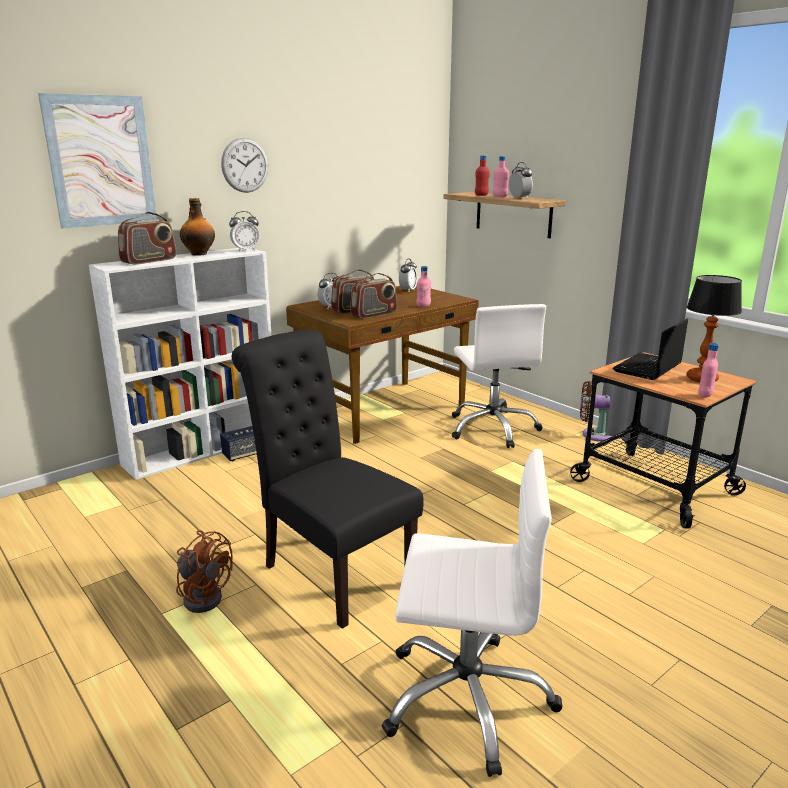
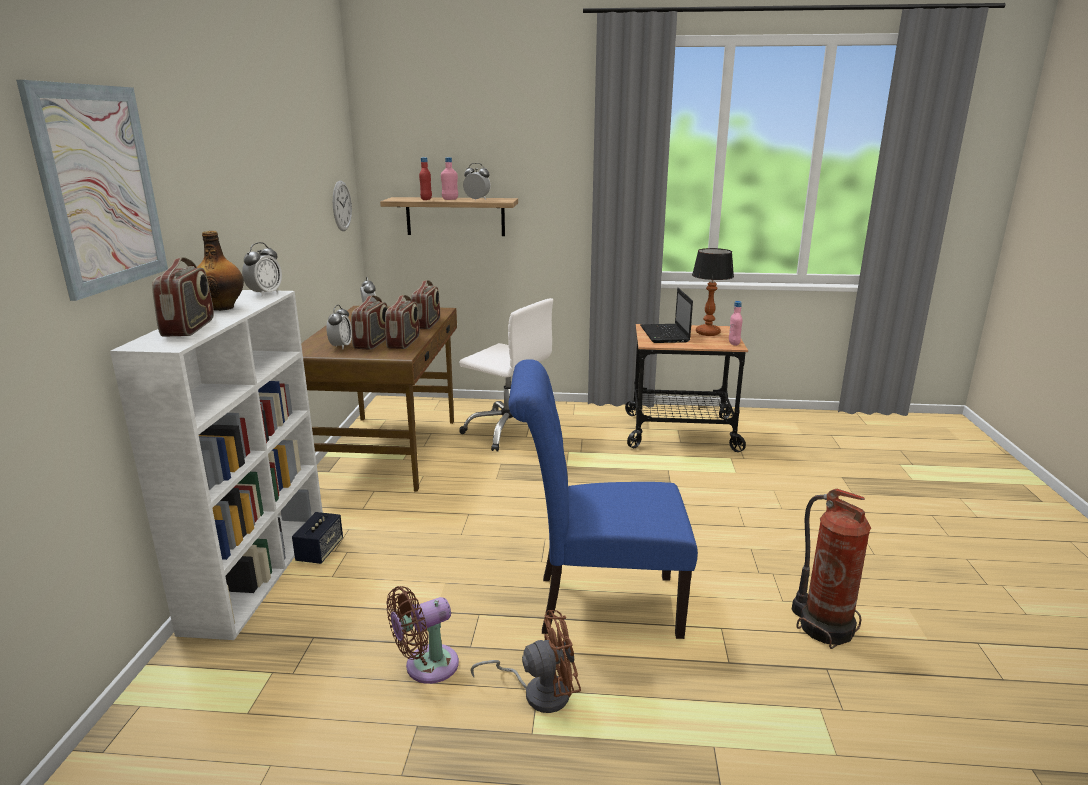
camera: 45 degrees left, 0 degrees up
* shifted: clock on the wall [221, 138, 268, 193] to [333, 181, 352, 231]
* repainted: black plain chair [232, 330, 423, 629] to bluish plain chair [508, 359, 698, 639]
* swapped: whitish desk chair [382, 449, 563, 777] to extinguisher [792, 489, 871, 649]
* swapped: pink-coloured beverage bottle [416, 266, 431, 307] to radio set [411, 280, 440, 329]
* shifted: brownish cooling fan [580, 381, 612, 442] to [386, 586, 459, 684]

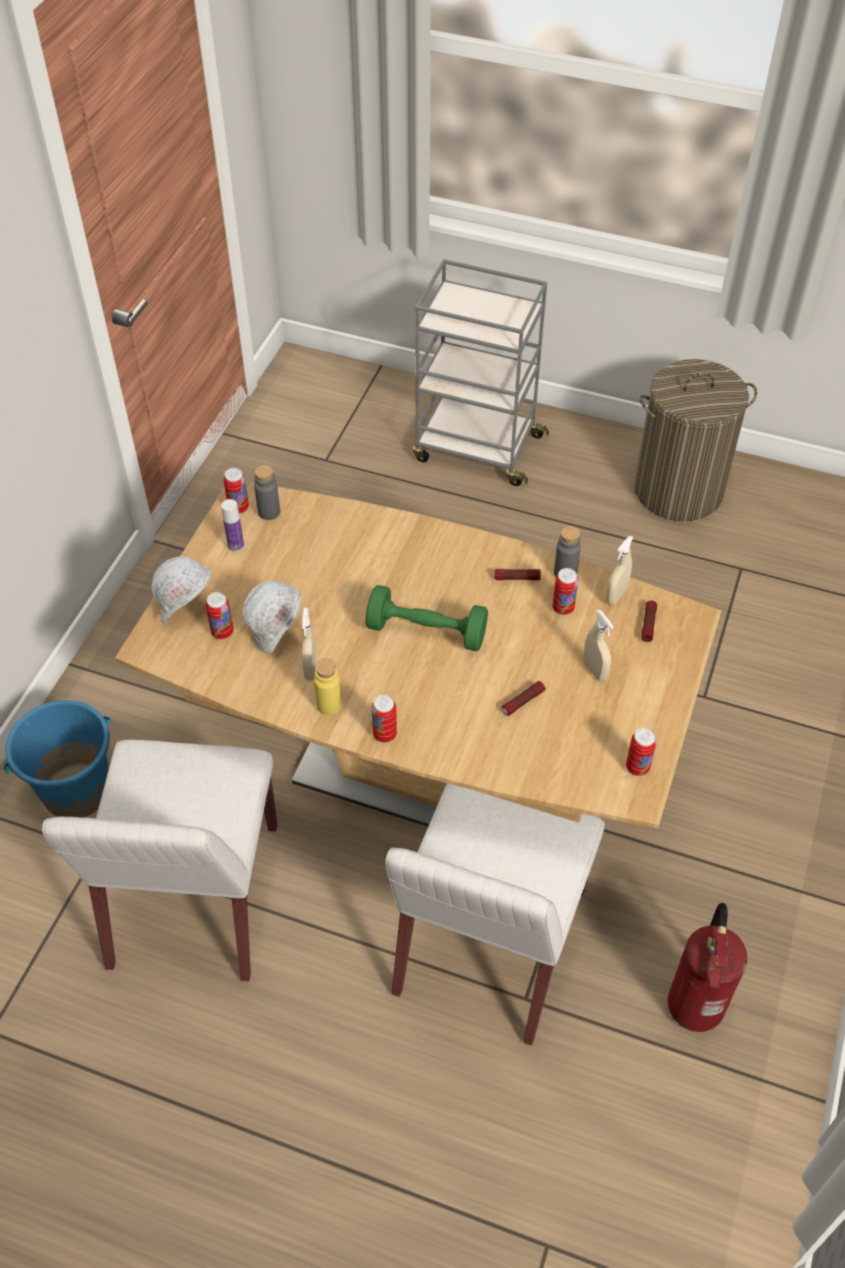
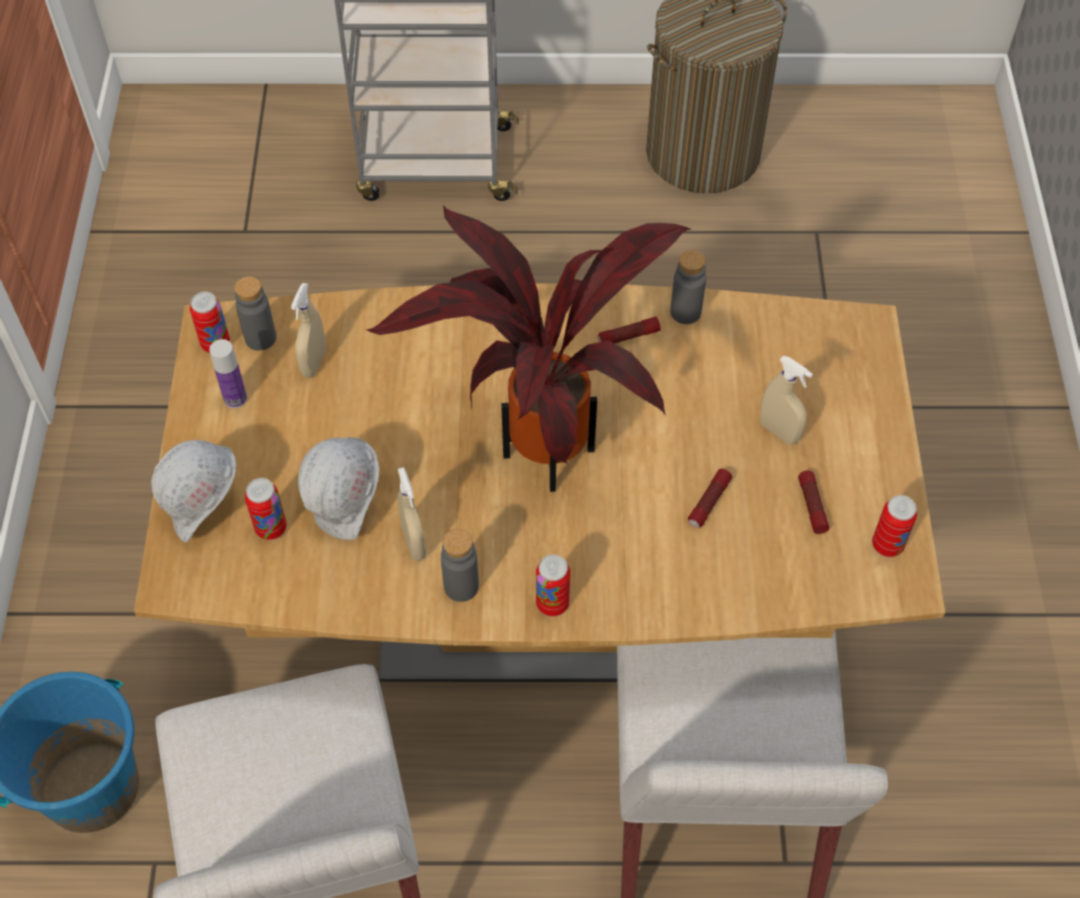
camera: 20 degrees left, 5 degrees up
* repainted: yellow-coloured beverage bottle [314, 658, 342, 715] to grey beverage bottle [441, 529, 479, 602]
* swapped: greenish hand weight [366, 585, 488, 651] to plant in a pot [367, 205, 691, 492]
* gone: metal can [552, 568, 578, 615]
* shifted: beige-coloured hand sprayer [606, 536, 633, 605] to [291, 283, 326, 378]
* shifted: hand torch [641, 600, 657, 642] to [798, 470, 829, 534]
* gone: extinguisher [668, 903, 747, 1032]

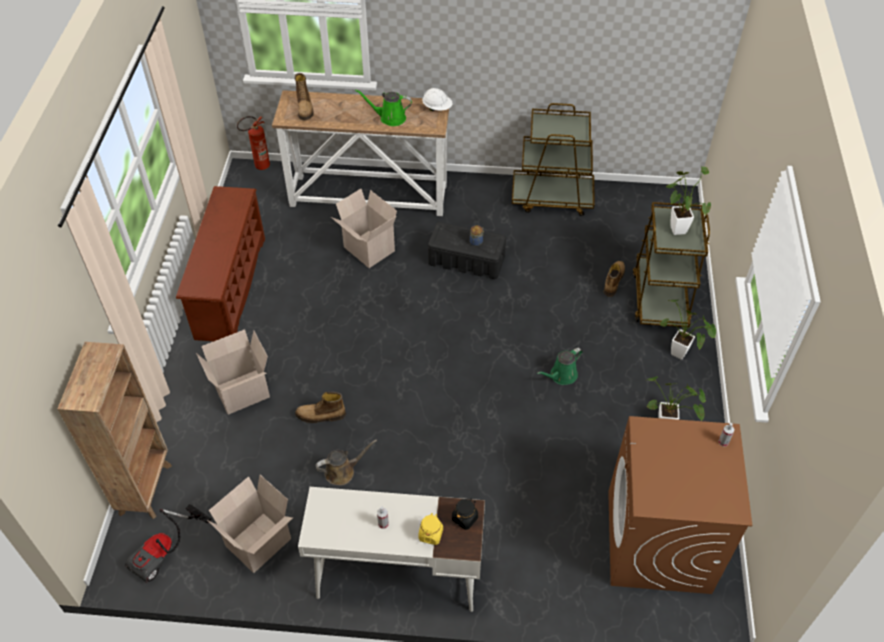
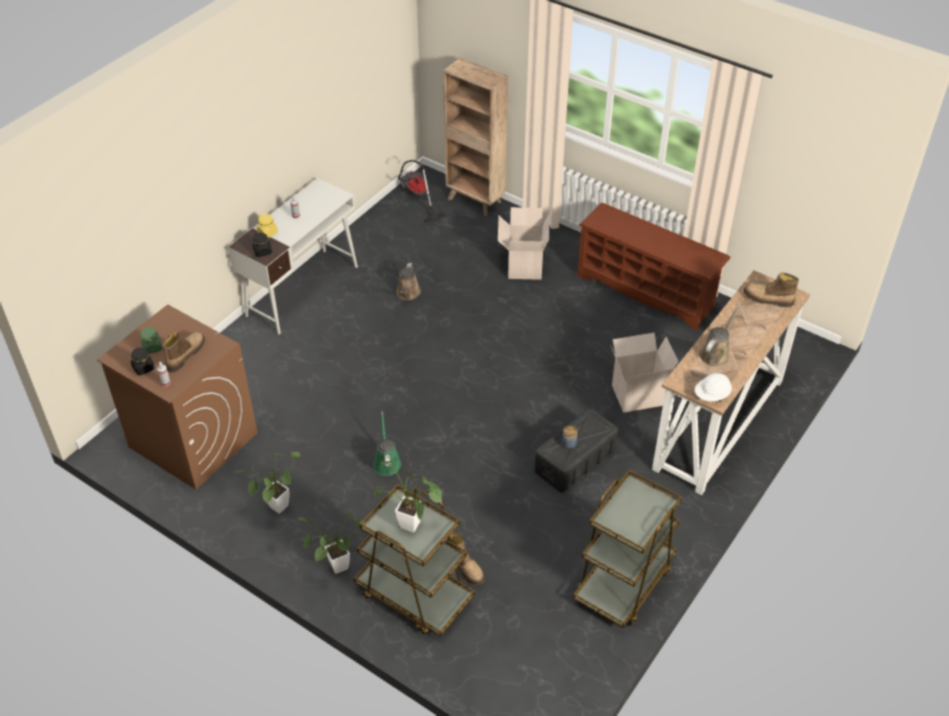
camera: 120 degrees right, 5 degrees down
* gone: packing box [207, 475, 293, 573]
* gone: extinguisher [237, 116, 270, 170]
* shifted: boot [295, 392, 346, 423] to [163, 332, 205, 372]
* repainted: greenish watering can [355, 89, 412, 126] to brownish watering can [699, 304, 741, 366]
* new: black preserve jar [131, 347, 155, 376]
* new: greenish preserve jar [140, 327, 162, 354]

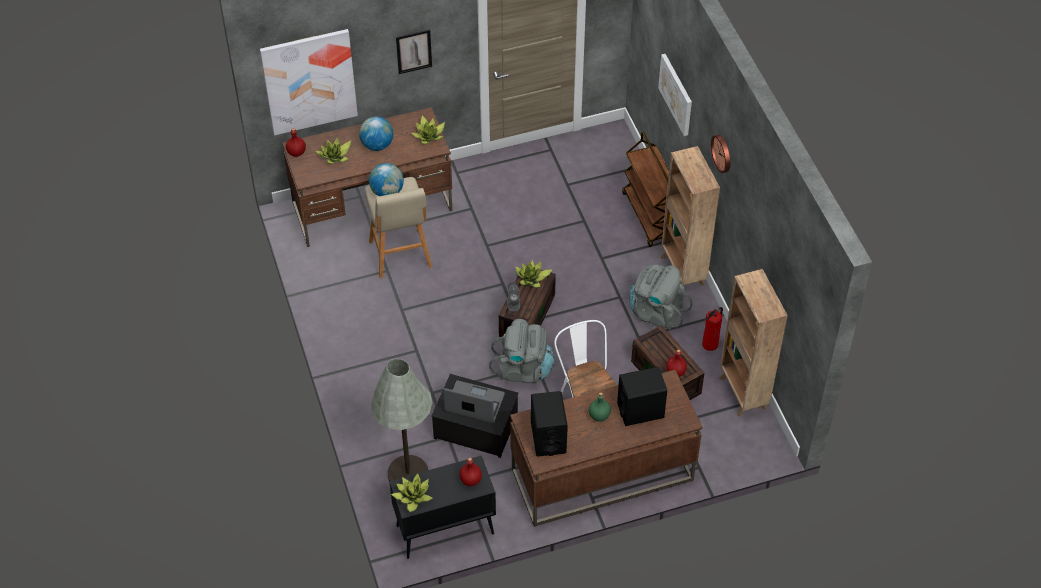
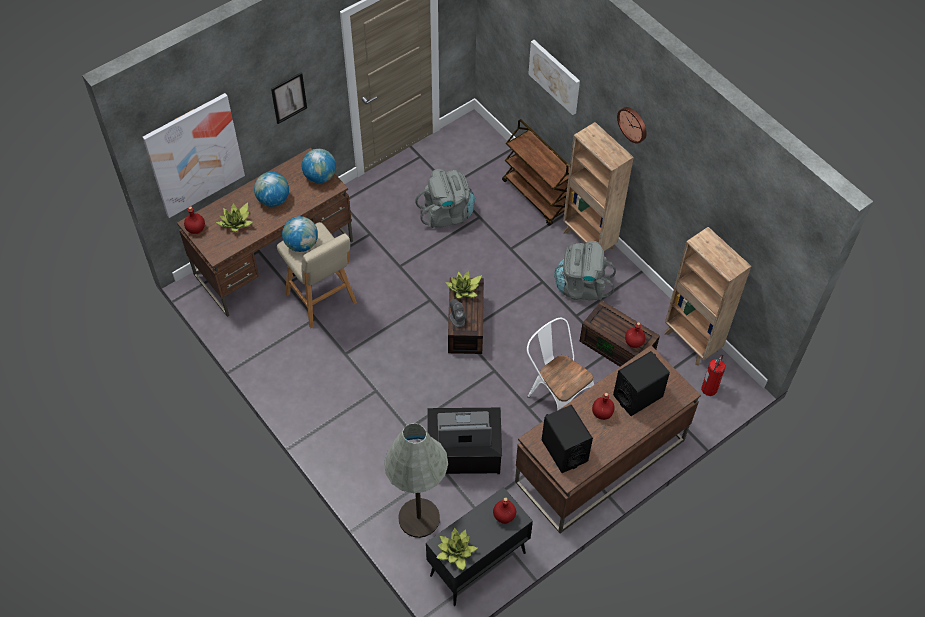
camera: 20 degrees left, 5 degrees up
* swapped: plant in a pot [411, 115, 445, 144] to globe [302, 149, 336, 183]
* shifted: grey backpack [489, 319, 555, 383] to [415, 169, 475, 228]
* repainted: greenish beverage bottle [589, 392, 611, 422] to reddish beverage bottle [592, 393, 614, 420]
* shifted: extinguisher [702, 307, 723, 351] to [701, 354, 726, 396]

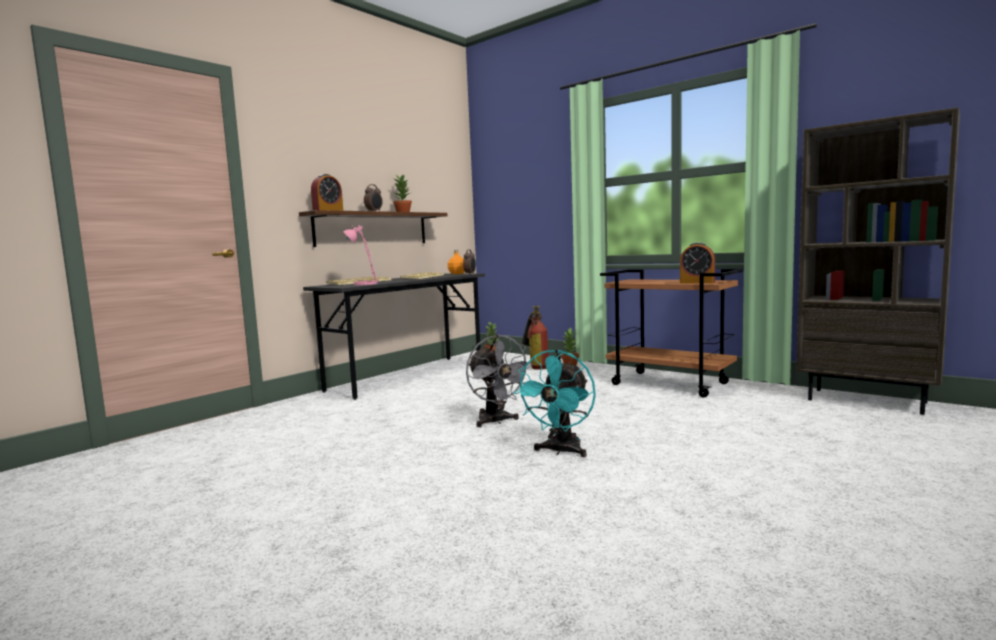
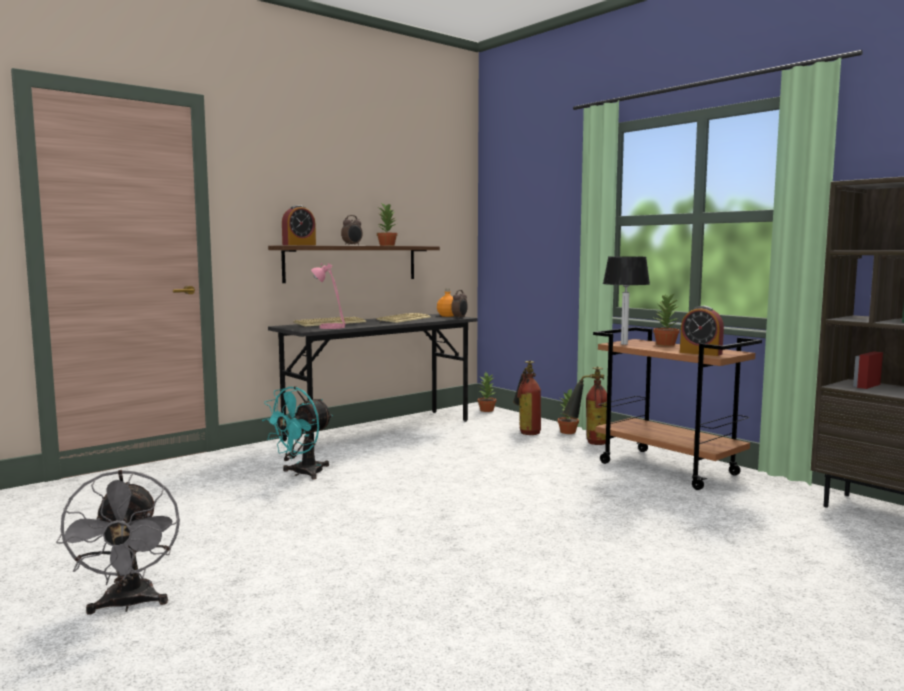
camera: 10 degrees right, 0 degrees up
* shifted: grey cooling fan [466, 334, 533, 427] to [56, 470, 180, 615]
* shifted: blue-green cooling fan [514, 349, 596, 457] to [262, 386, 333, 480]
* new: extinguisher [562, 366, 607, 445]
* new: table lamp [603, 256, 650, 345]
* new: plant in a pot [653, 294, 680, 346]

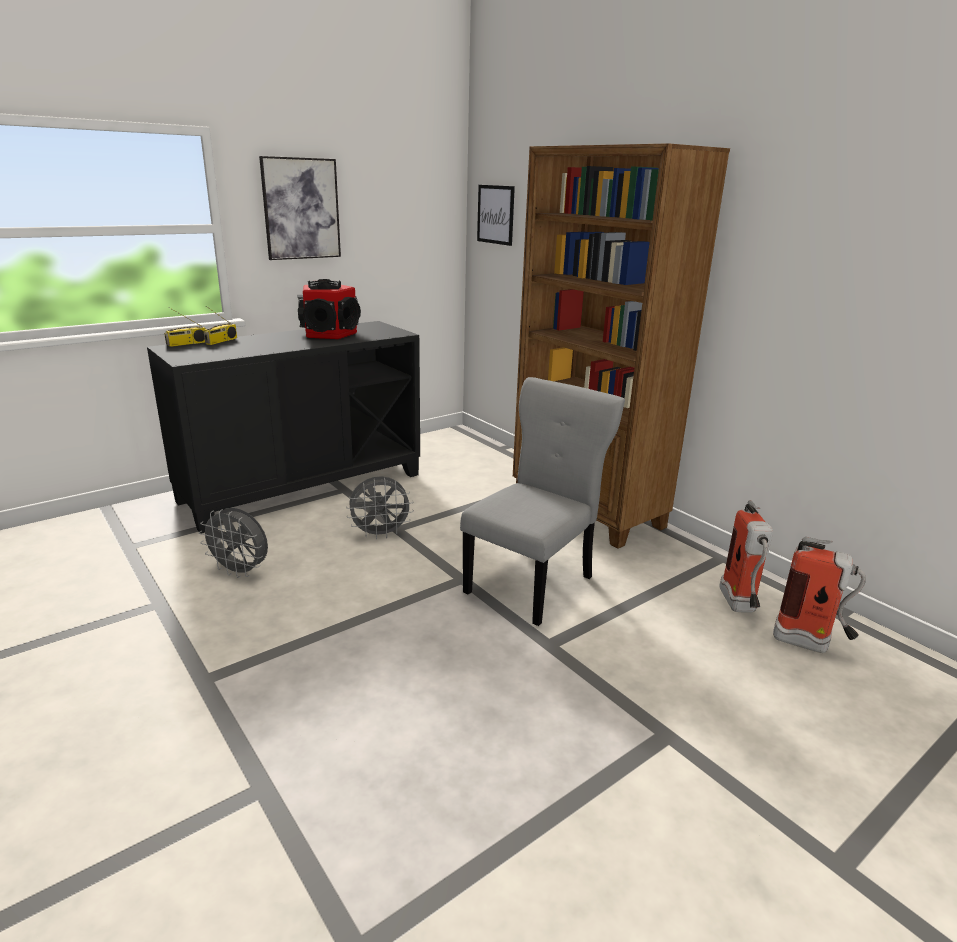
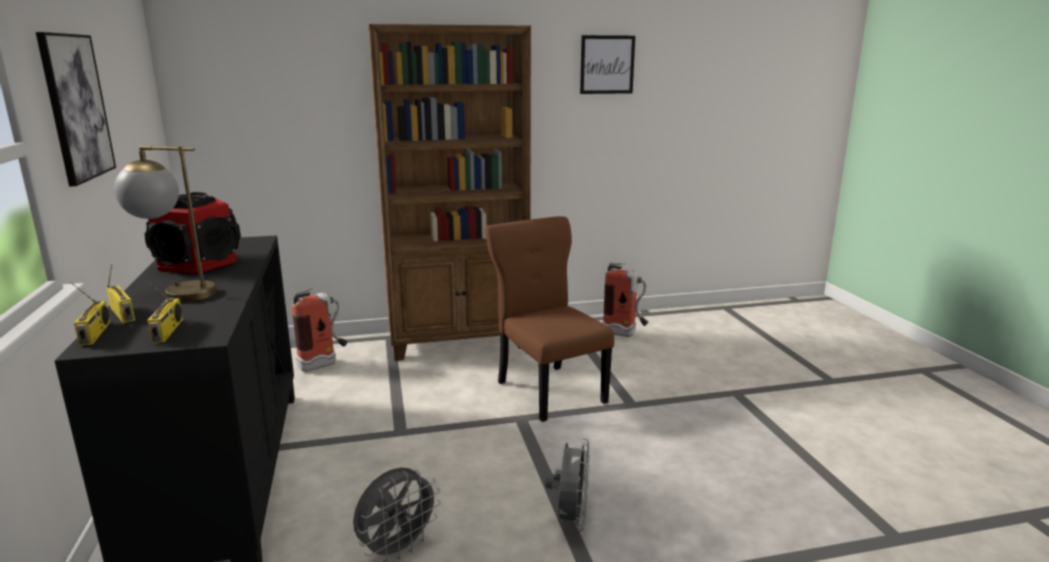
camera: 65 degrees left, 5 degrees down
* shifted: grey cooling fan [346, 476, 414, 539] to [545, 439, 590, 531]
* repainted: grey plain chair [460, 377, 625, 626] to brownish plain chair [485, 216, 614, 422]
* shifted: wall picture [477, 185, 515, 246] to [580, 35, 635, 94]
* shifted: extinguisher [773, 537, 866, 653] to [292, 287, 347, 372]
* new: table lamp [114, 146, 216, 302]
* new: radio set [145, 280, 183, 343]

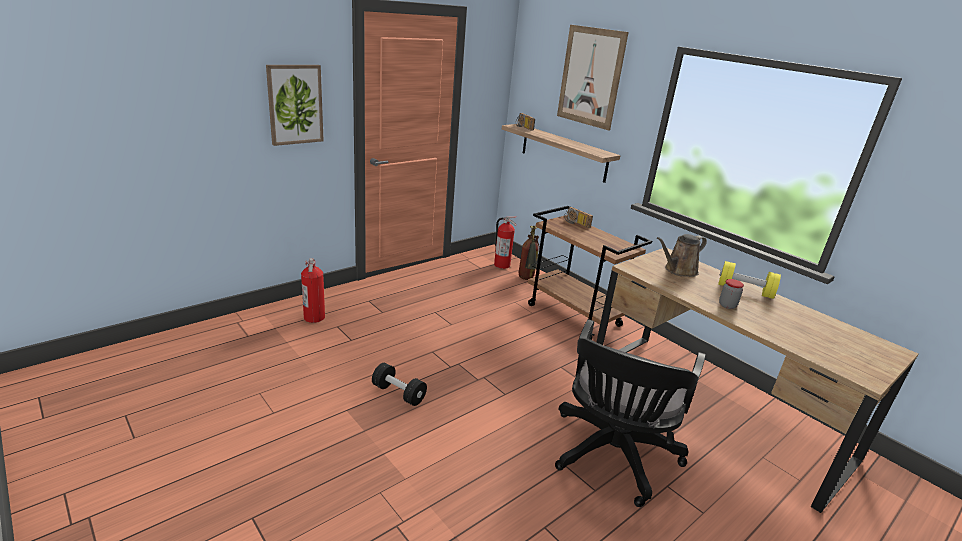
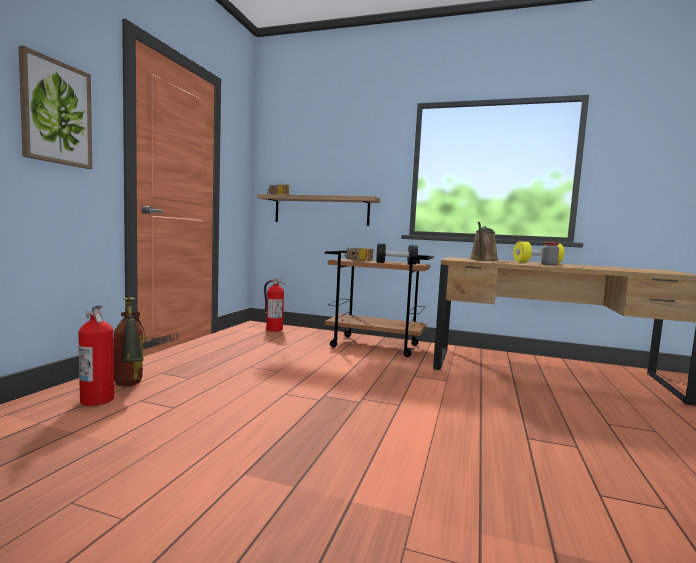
camera: 30 degrees left, 20 degrees down
* shifted: black hand weight [372, 363, 427, 406] to [376, 244, 418, 264]
* shifted: extinguisher [518, 226, 540, 280] to [114, 296, 146, 386]
* gone: black desk chair [555, 319, 706, 507]
* gone: wall picture [557, 25, 629, 130]

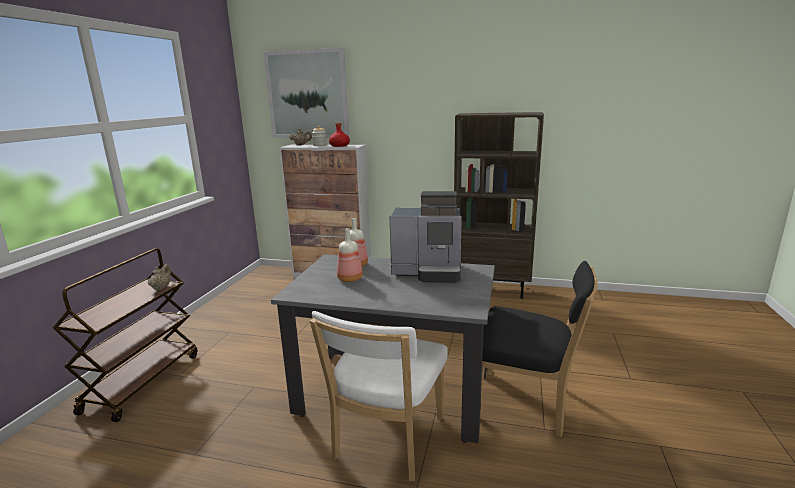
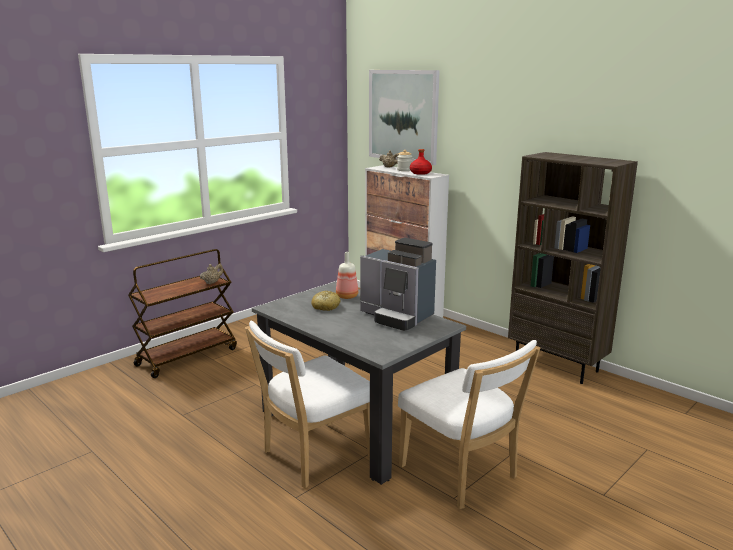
camera: 30 degrees right, 0 degrees up
* swapped: beverage bottle [337, 228, 363, 282] to bread [311, 291, 340, 311]
* repainted: black plain chair [481, 261, 598, 437] to whitish plain chair [398, 340, 540, 509]

